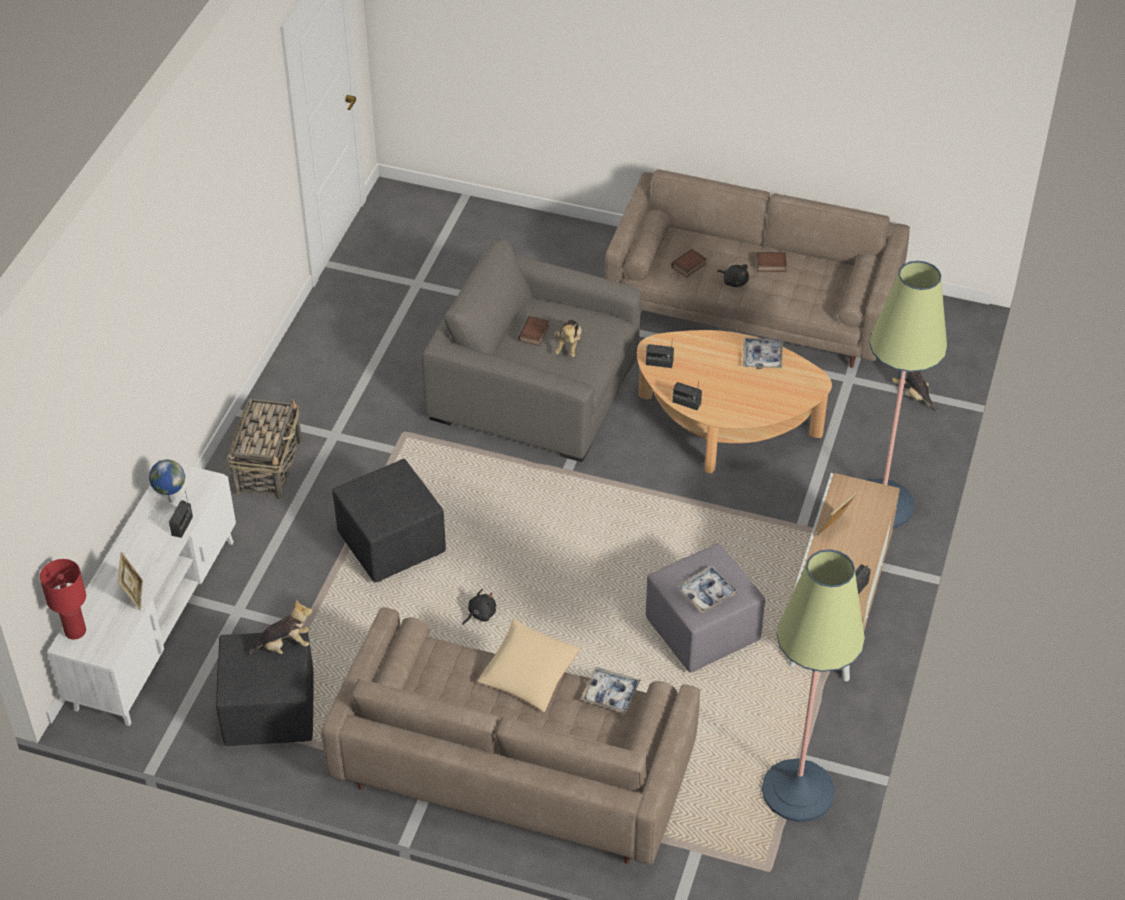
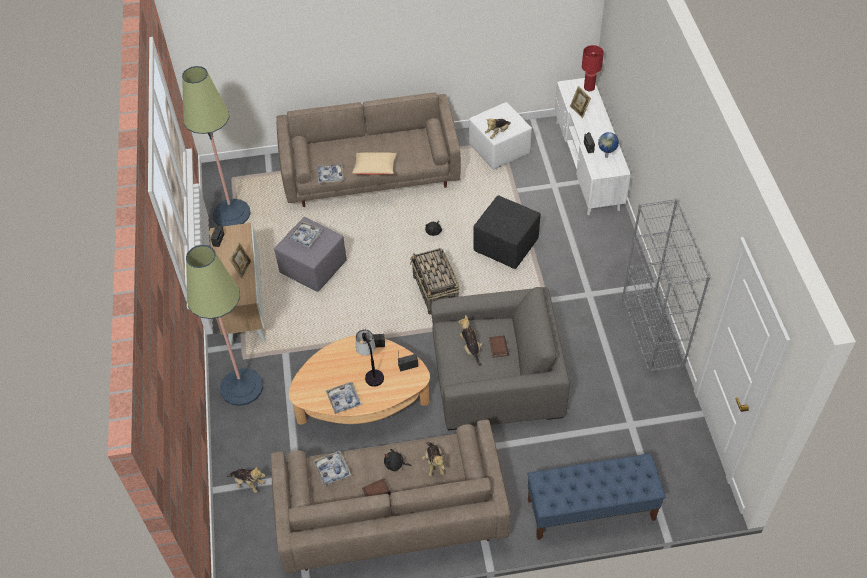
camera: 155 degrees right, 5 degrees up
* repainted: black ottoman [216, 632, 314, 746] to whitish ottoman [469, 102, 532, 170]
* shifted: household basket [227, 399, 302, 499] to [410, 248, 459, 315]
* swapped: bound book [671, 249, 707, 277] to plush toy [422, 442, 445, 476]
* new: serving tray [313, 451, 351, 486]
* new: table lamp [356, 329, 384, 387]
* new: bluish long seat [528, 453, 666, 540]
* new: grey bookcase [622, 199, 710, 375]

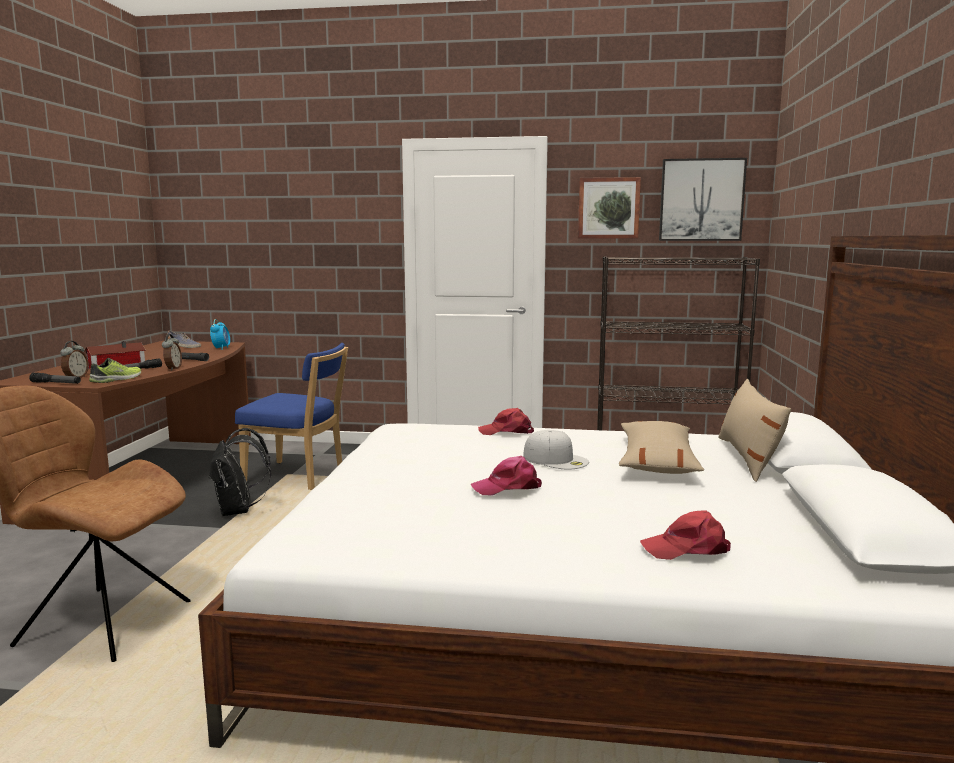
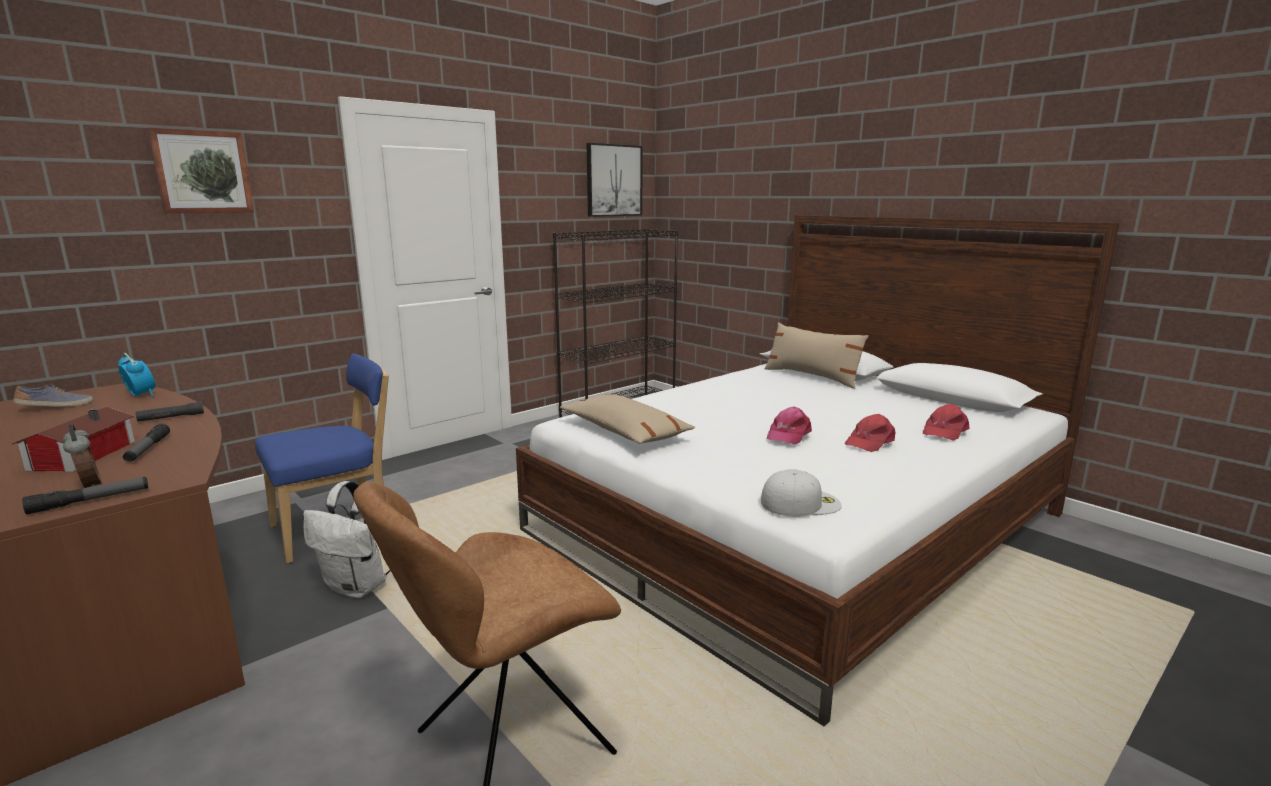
camera: 50 degrees left, 5 degrees up
* gone: item of footwear [89, 358, 141, 383]
* gone: alarm clock [162, 334, 182, 370]
* repainted: black backpack [209, 428, 271, 516] to whitish backpack [303, 481, 390, 598]
* shifted: reddish peaked cap [478, 408, 534, 435] to [844, 414, 895, 452]
* shifted: whitish peaked cap [524, 430, 589, 470] to [761, 469, 842, 517]
* shifted: wall picture [578, 177, 641, 239] to [147, 127, 254, 213]
* shifted: beige-coloured pillow [619, 421, 704, 474] to [560, 394, 695, 444]

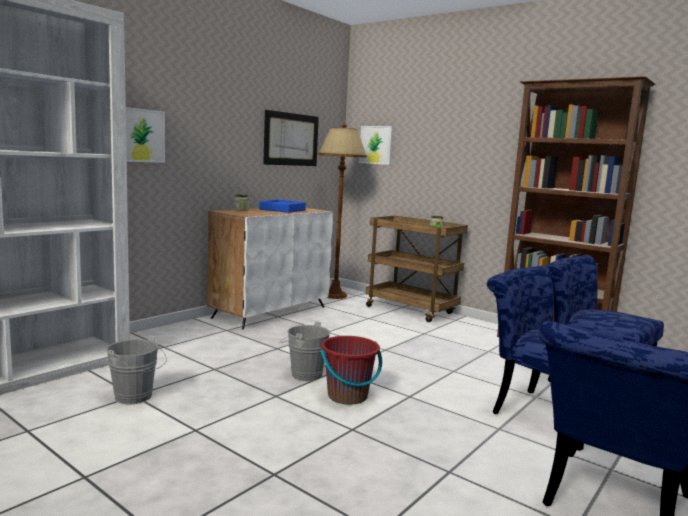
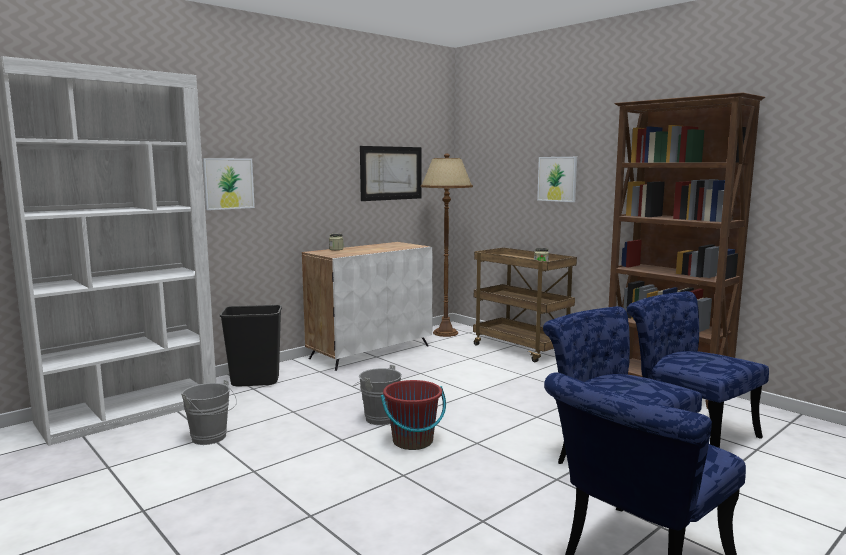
camera: 10 degrees right, 0 degrees up
* gone: bluish serving tray [259, 199, 306, 213]
* shifted: wall picture [359, 126, 393, 165] to [537, 157, 577, 202]
* new: black waste bin [220, 305, 282, 387]

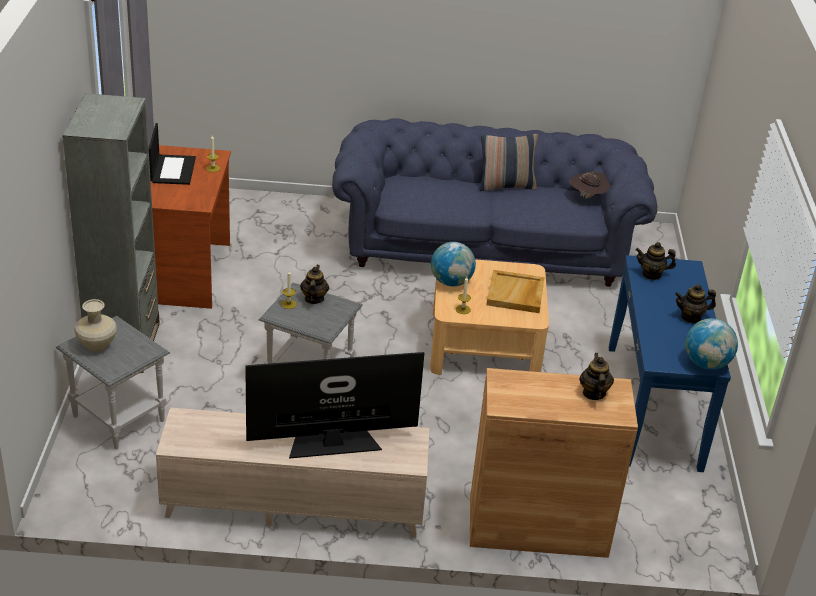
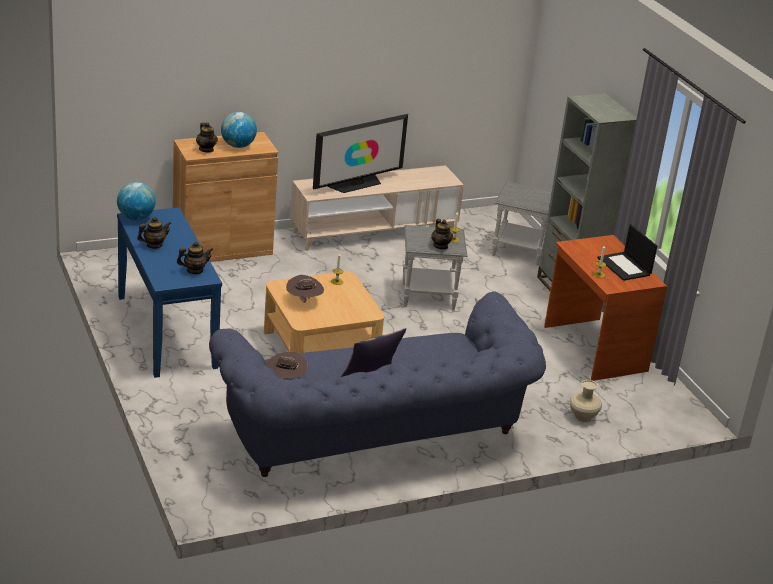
camera: 155 degrees right, 5 degrees down
* shifted: beige-coloured decorative vase [74, 299, 117, 352] to [570, 380, 602, 422]
* shifted: globe [431, 242, 476, 287] to [221, 112, 257, 148]
* swapped: beige-coloured serving tray [487, 270, 545, 313] to brownish wearable hat [286, 275, 324, 303]

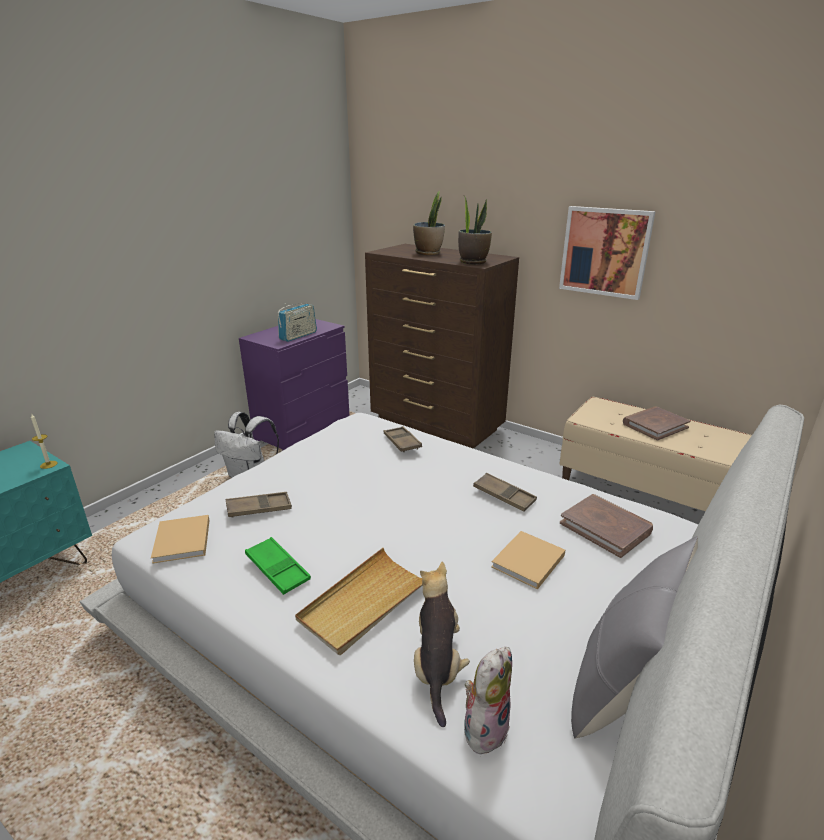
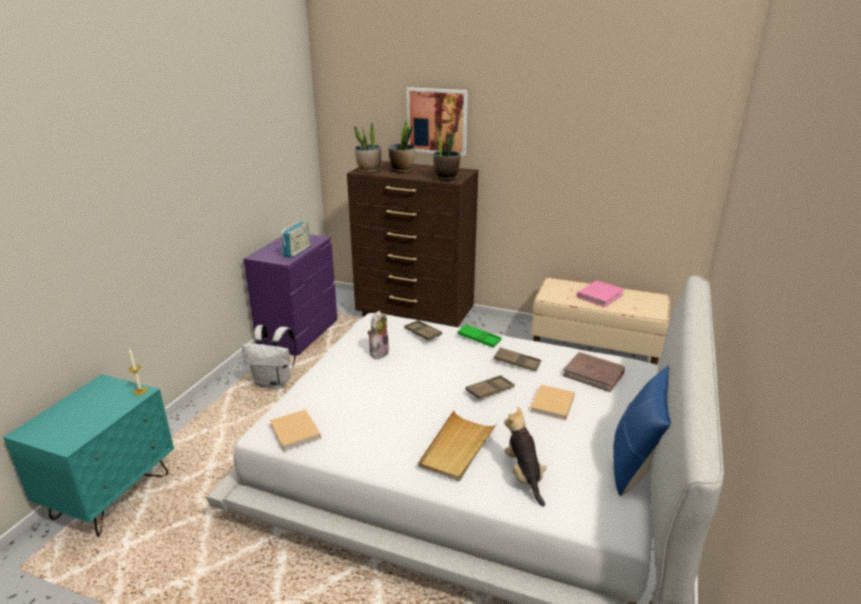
camera: 15 degrees left, 0 degrees up
* shifted: brownish serving tray [226, 492, 292, 518] to [466, 375, 515, 399]
* shifted: greenish serving tray [245, 537, 311, 595] to [457, 324, 502, 348]
* shifted: plush toy [464, 647, 512, 755] to [368, 311, 389, 360]
* shifted: wall picture [559, 206, 656, 300] to [406, 87, 468, 156]
* repainted: grey pillow [571, 536, 698, 738] to bluish pillow [613, 365, 671, 496]
* repainted: brownish bound book [623, 406, 690, 441] to pink-coloured bound book [577, 281, 624, 307]
* new: plant in a pot [354, 123, 381, 173]

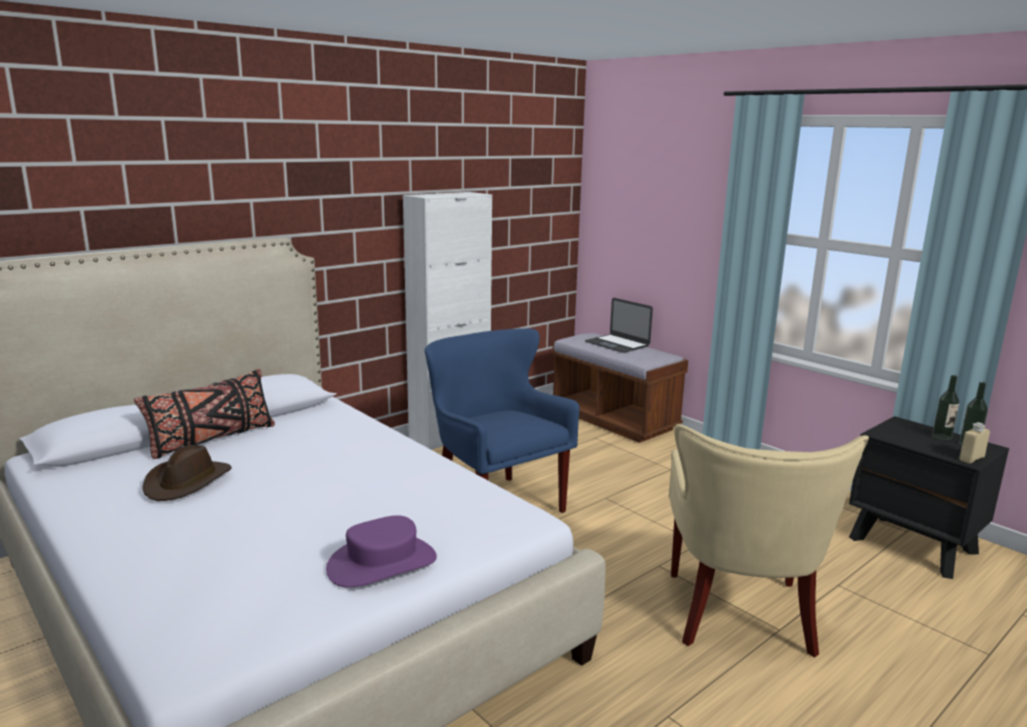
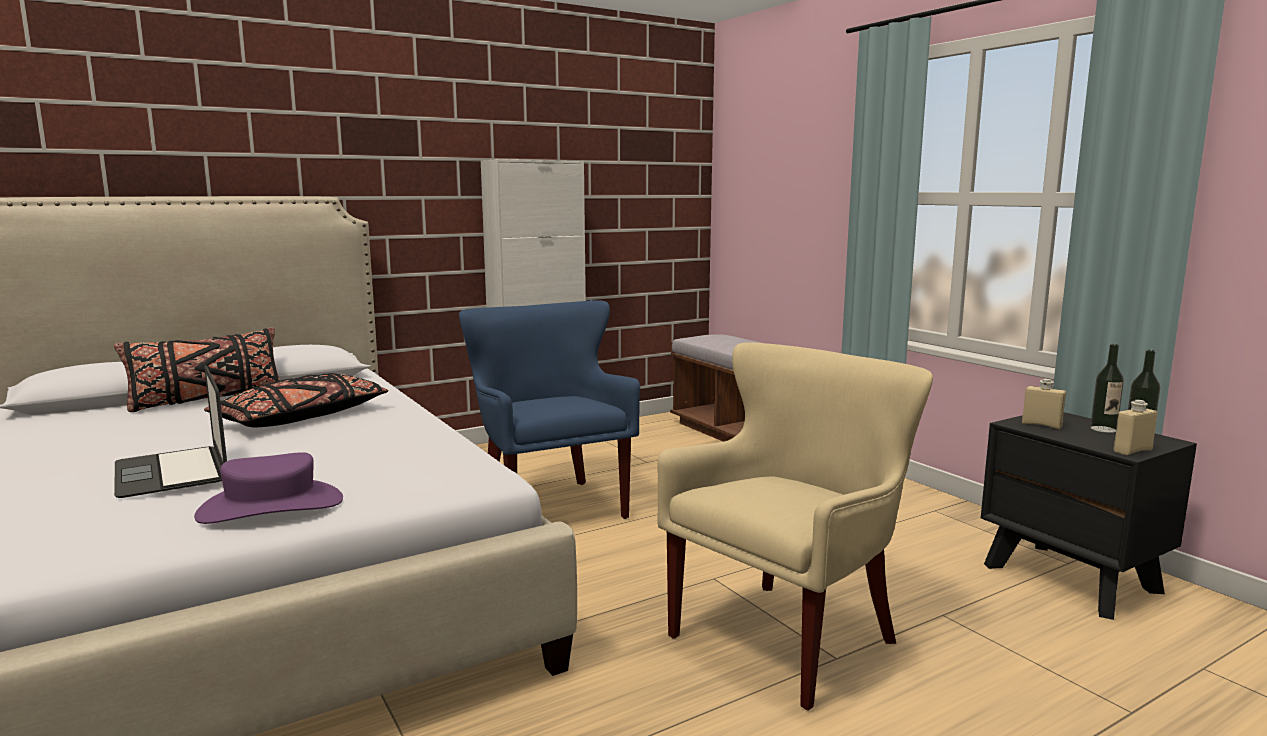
camera: 10 degrees right, 5 degrees down
* gone: brownish wearable hat [142, 445, 231, 501]
* shifted: portable computer [585, 298, 653, 353] to [114, 365, 227, 498]
* rotated: beige-coloured lounge chair [669, 424, 869, 657] = [657, 342, 933, 711] 150 degrees counterclockwise
* new: black pillow [204, 373, 388, 427]
* new: beige-coloured beverage bottle [1022, 379, 1066, 429]

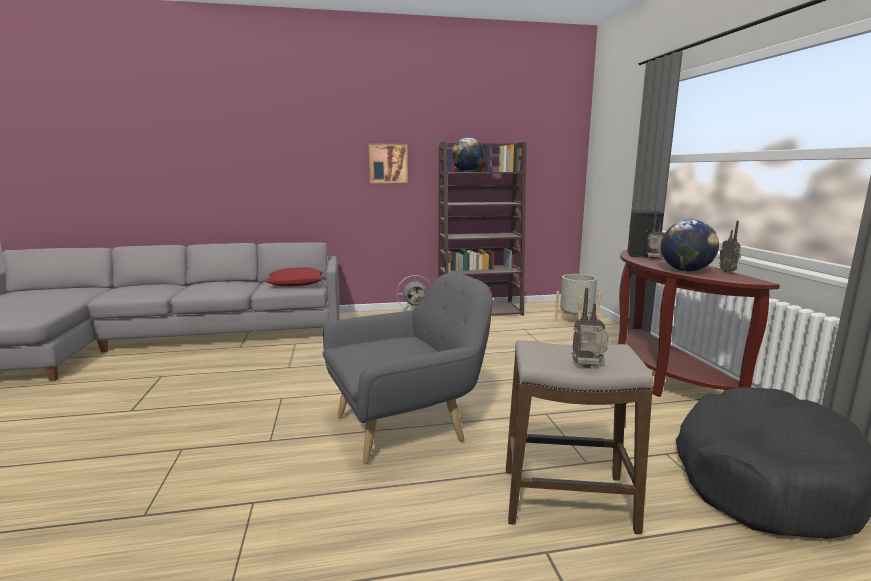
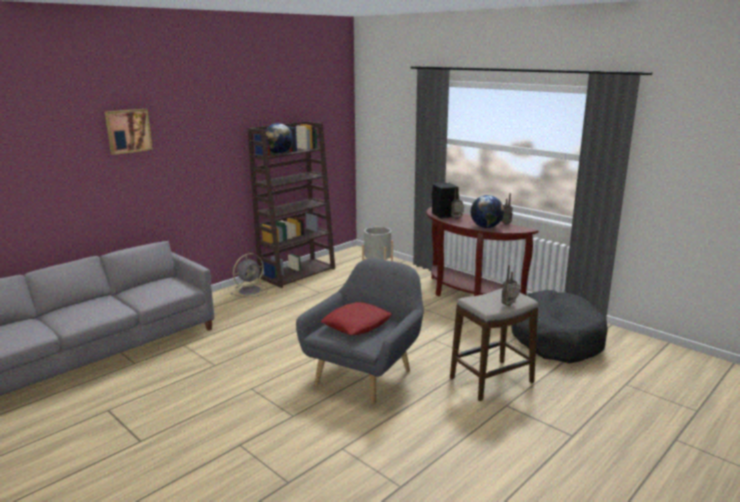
camera: 35 degrees left, 5 degrees up
* shifted: reddish pillow [266, 268, 323, 287] to [321, 302, 392, 335]
* shifted: wall picture [369, 144, 408, 183] to [105, 109, 153, 155]

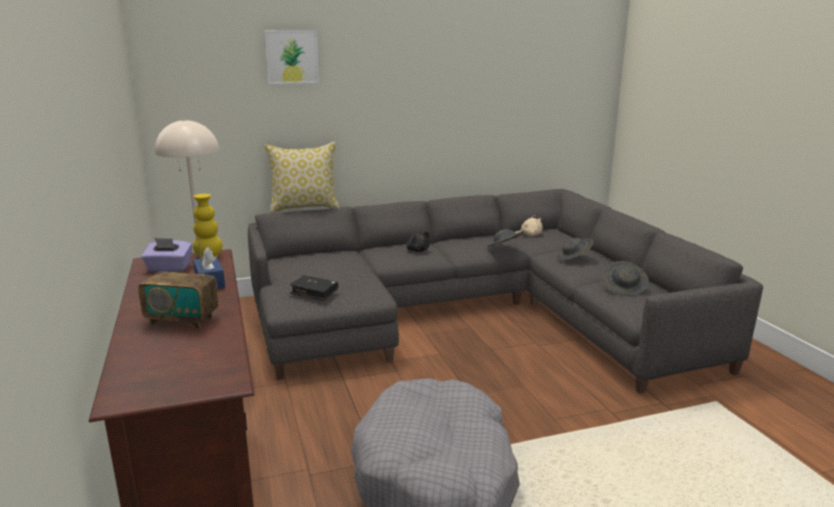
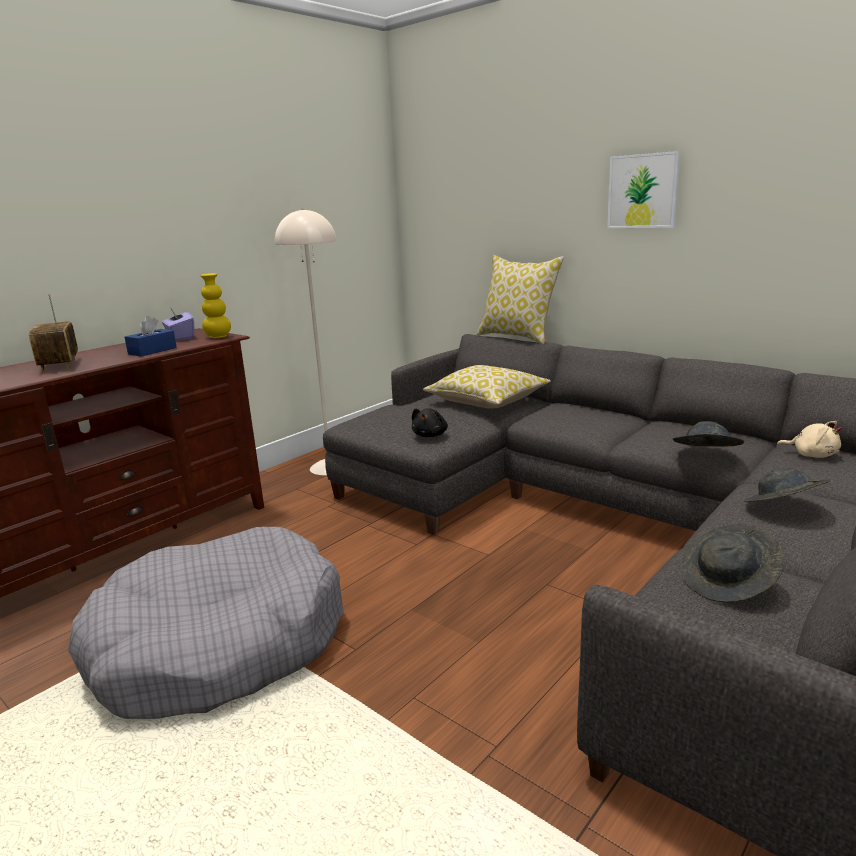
camera: 60 degrees right, 0 degrees up
* shifted: wall picture [265, 30, 319, 84] to [607, 151, 680, 228]
* gone: black bound book [289, 275, 338, 301]
* shifted: black plush toy [405, 232, 430, 252] to [412, 408, 448, 437]
* new: pillow [423, 365, 551, 408]

